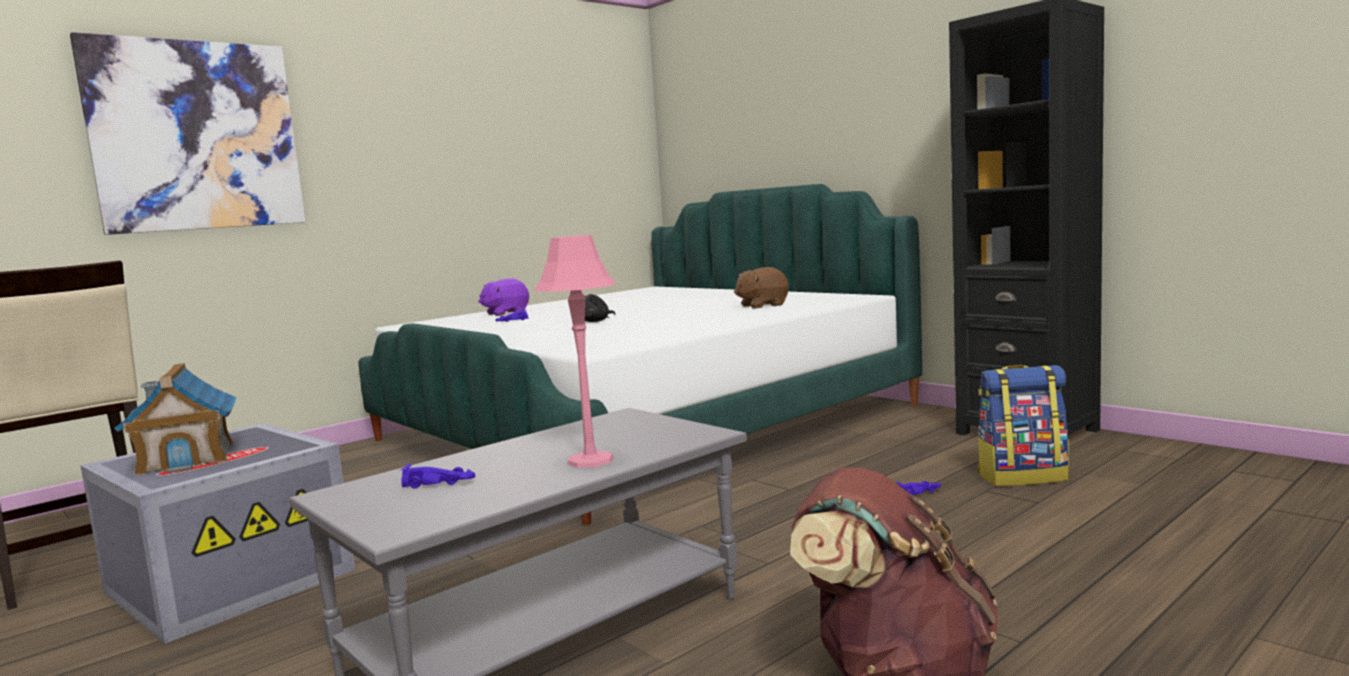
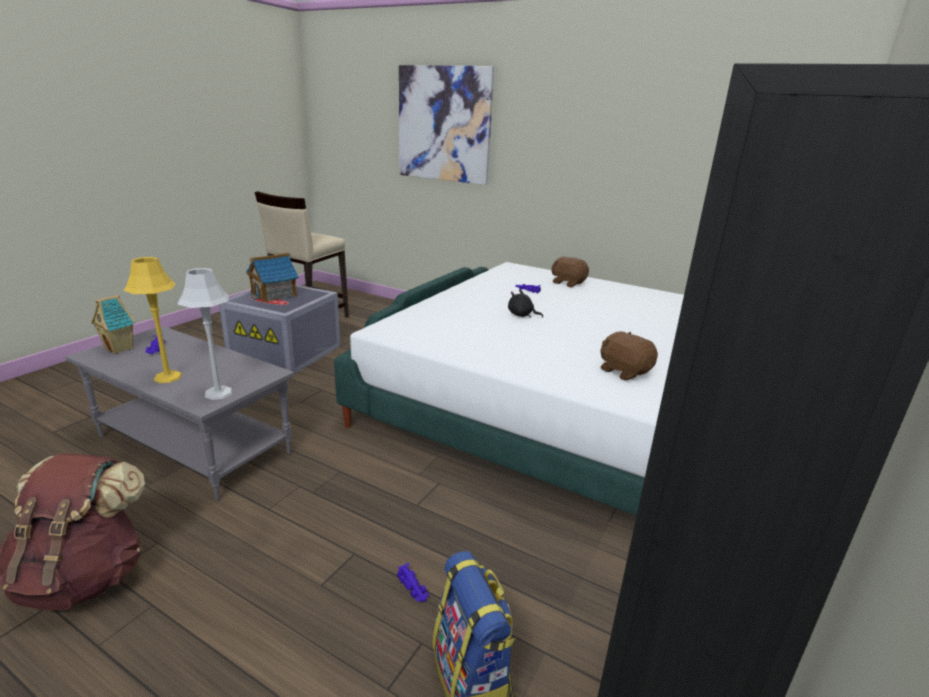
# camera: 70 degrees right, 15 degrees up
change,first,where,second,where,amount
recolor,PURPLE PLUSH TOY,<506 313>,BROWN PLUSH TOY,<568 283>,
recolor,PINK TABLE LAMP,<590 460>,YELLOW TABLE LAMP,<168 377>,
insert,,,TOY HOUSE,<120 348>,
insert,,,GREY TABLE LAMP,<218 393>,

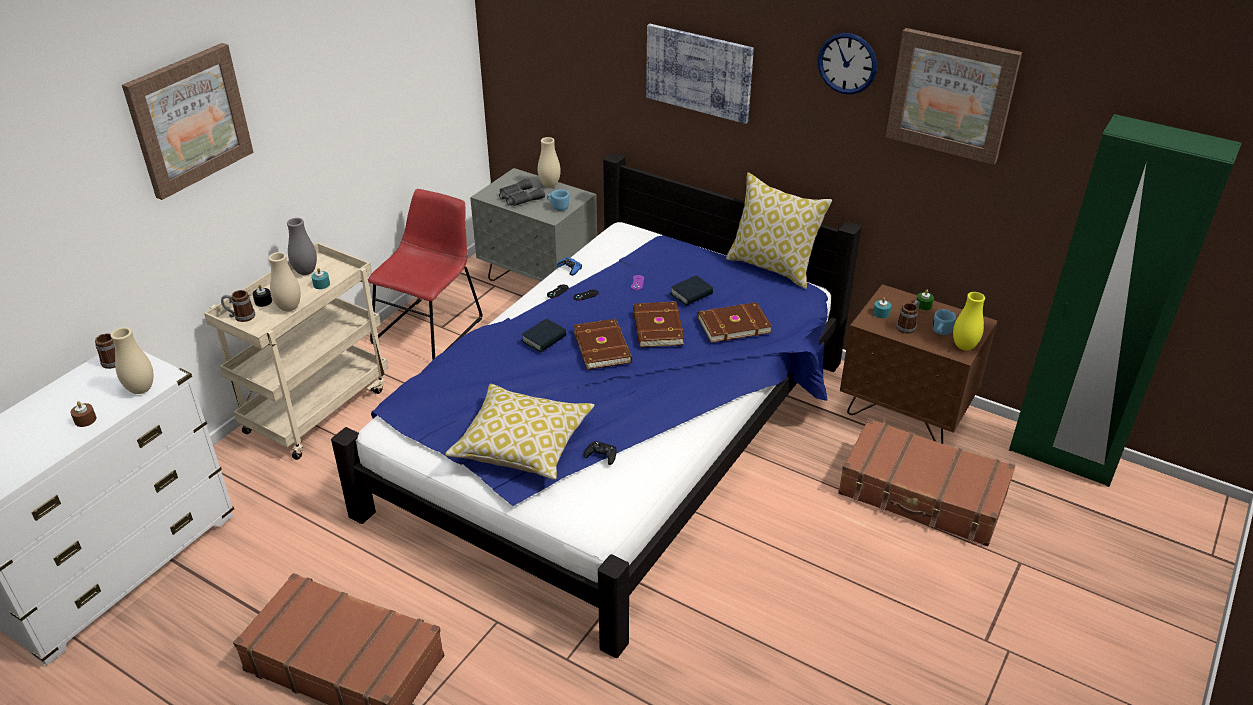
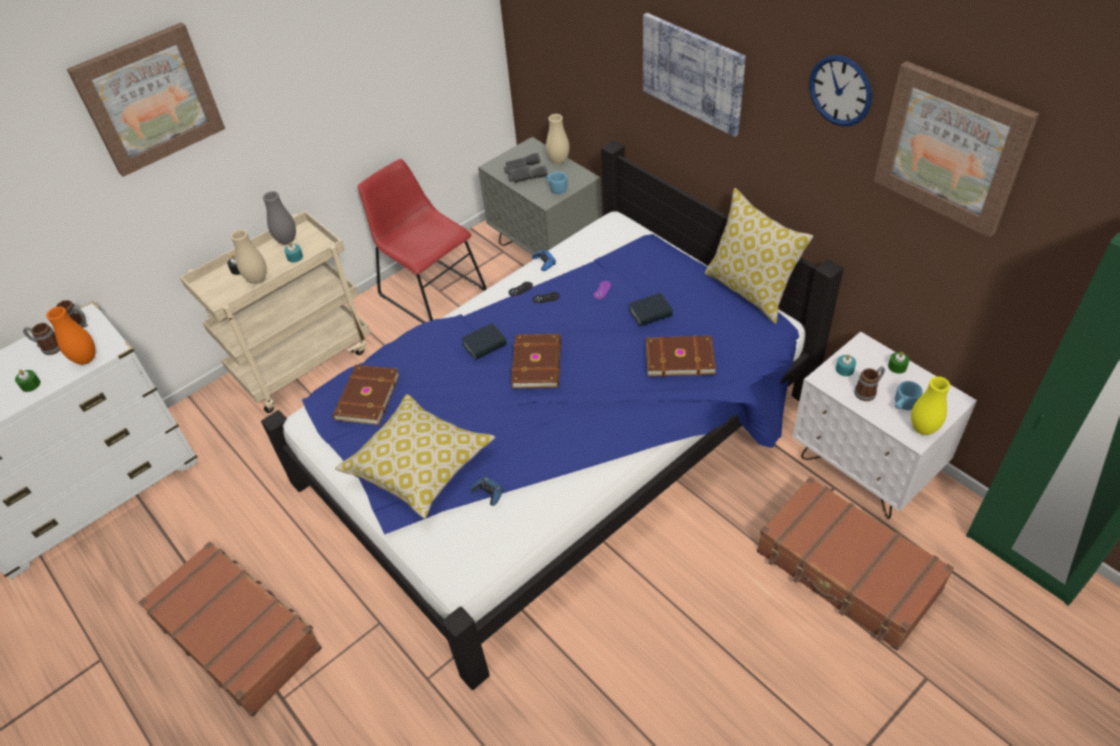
# camera: 20 degrees right, 10 degrees up
change,first,where,second,where,amount
recolor,BROWN CANDLE,<85 420>,GREEN CANDLE,<30 384>,
recolor,BEIGE VASE,<141 389>,ORANGE VASE,<86 359>,
move,MUG,<240 317>,,<49 347>,
rotate,RED CHAIR,<430 328>,,<429 290>,90 degrees counterclockwise
recolor,BLACK GAME CONTROLLER,<601 455>,BLUE GAME CONTROLLER,<488 492>,
move,BROWN BOOK,<656 327>,,<366 397>,
recolor,BROWN NIGHTSTAND,<905 413>,WHITE NIGHTSTAND,<865 468>,

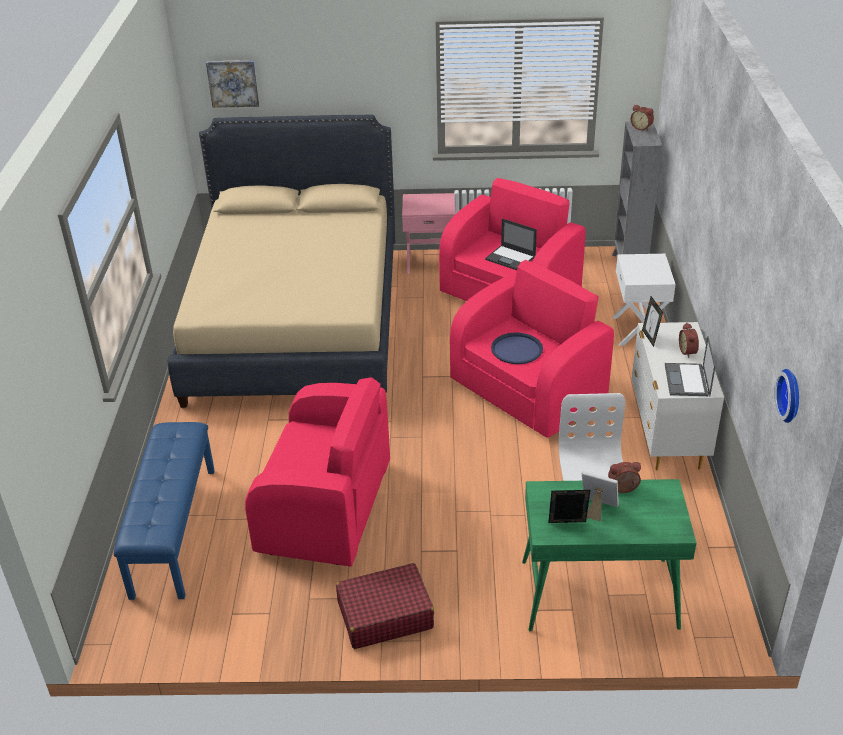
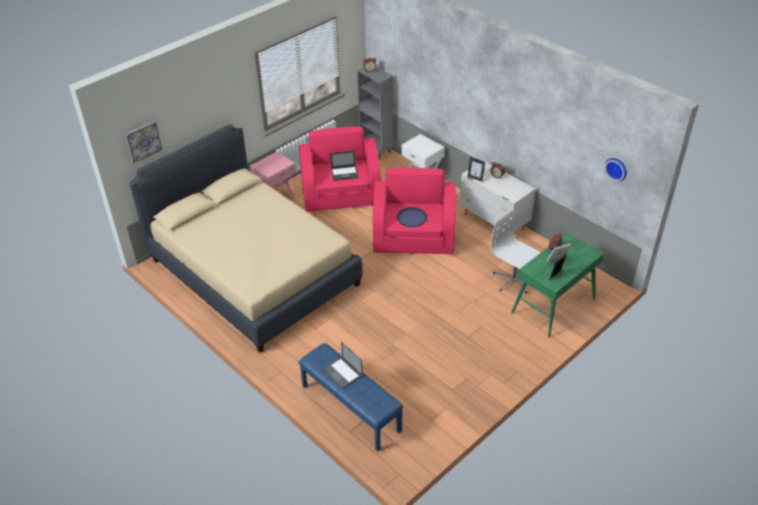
# camera: 45 degrees left, 5 degrees up
change,first,where,second,where,amount
delete,PINK ARMCHAIR,<326 509>,,,
delete,RED SUITCASE,<384 615>,,,
move,LAPTOP,<687 380>,,<343 373>,

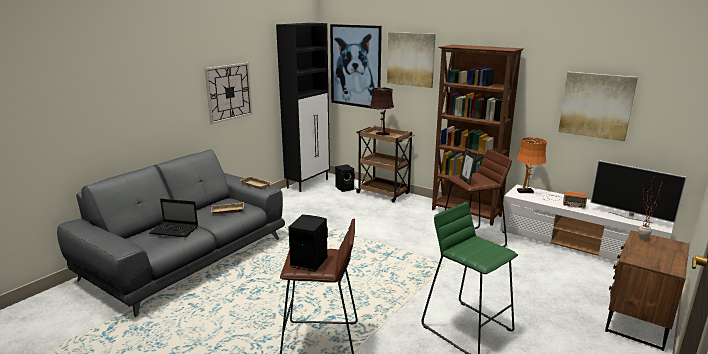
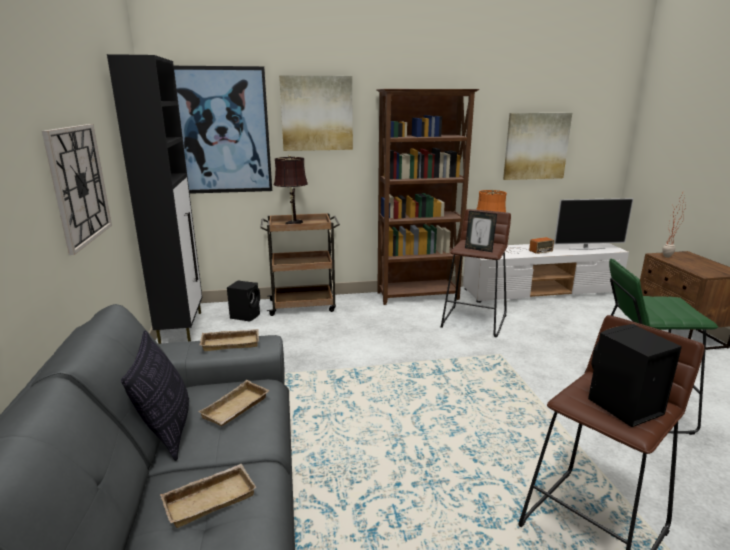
# camera: 45 degrees left, 0 degrees up
change,first,where,second,where,amount
replace,LAPTOP,<175 230>,BEIGE TRAY,<210 498>,
insert,,,PILLOW,<167 430>,

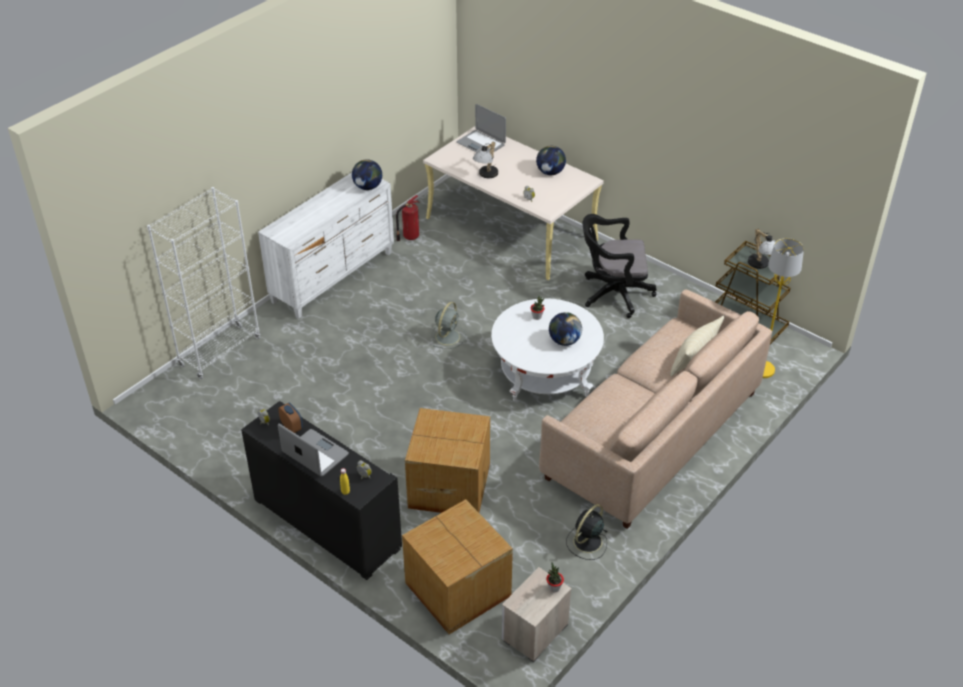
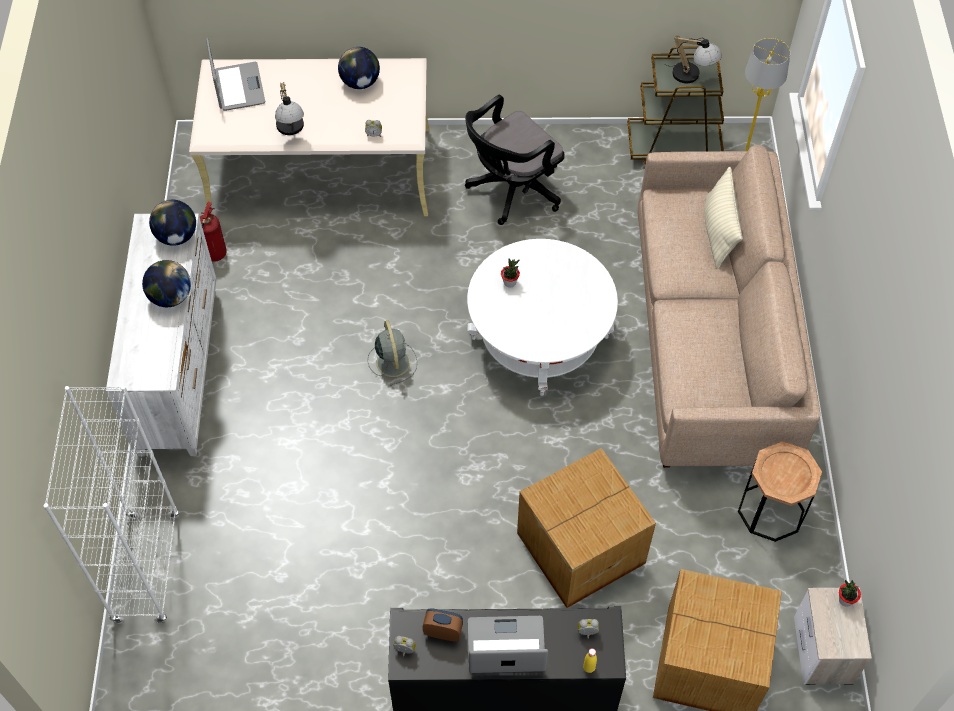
# camera: 40 degrees left, 15 degrees up
change,first,where,second,where,amount
rotate,LAPTOP,<481 143>,,<238 87>,105 degrees counterclockwise
move,GLOBE,<564 341>,,<171 297>,
replace,BLACK FAN,<586 542>,BROWN SIDE TABLE,<771 511>,

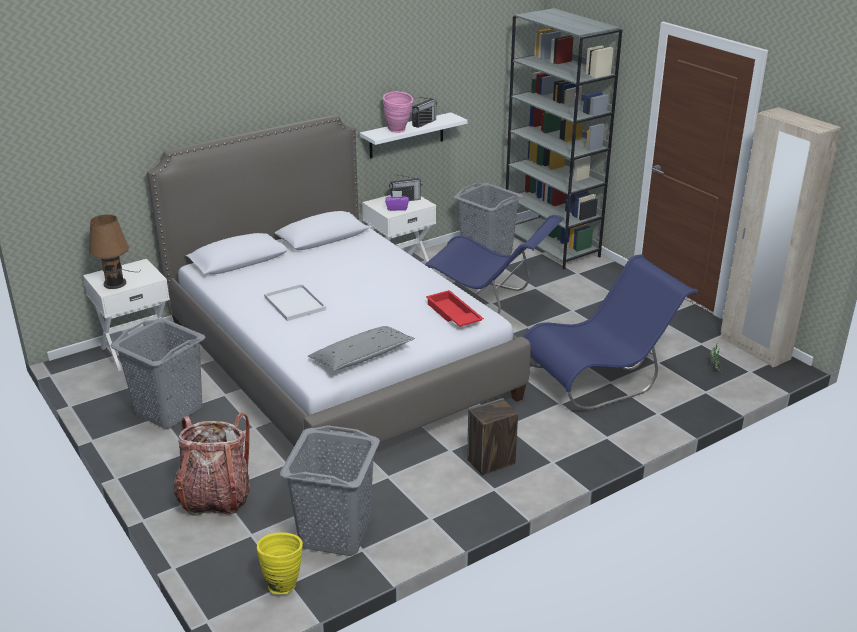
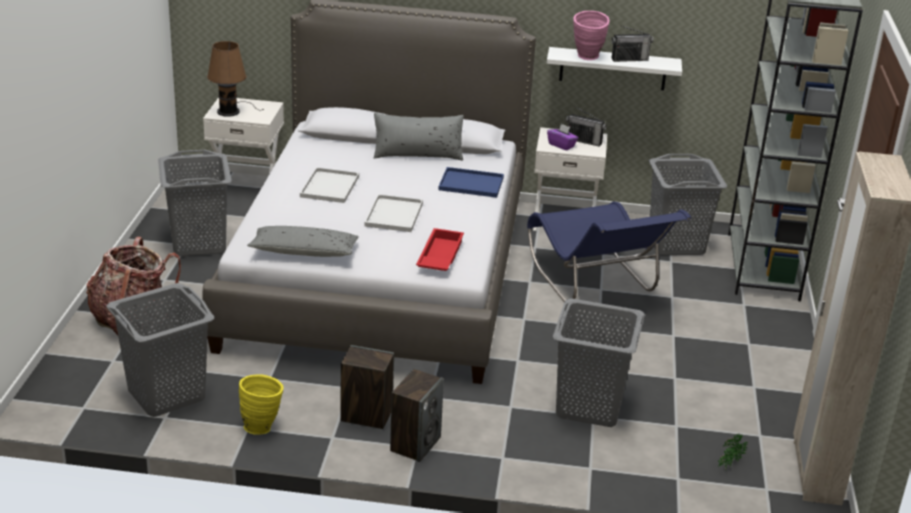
# camera: 40 degrees right, 0 degrees up
change,first,where,second,where,amount
move,YELLOW VASE,<282 582>,,<262 426>,
replace,BLUE CHAIR,<600 378>,GREY LAUNDRY BASKET,<589 407>,
insert,,,WHITE TRAY,<394 215>,
insert,,,GREY PILLOW,<418 154>,
insert,,,SPEAKER,<415 444>,
insert,,,BLUE TRAY,<469 184>,

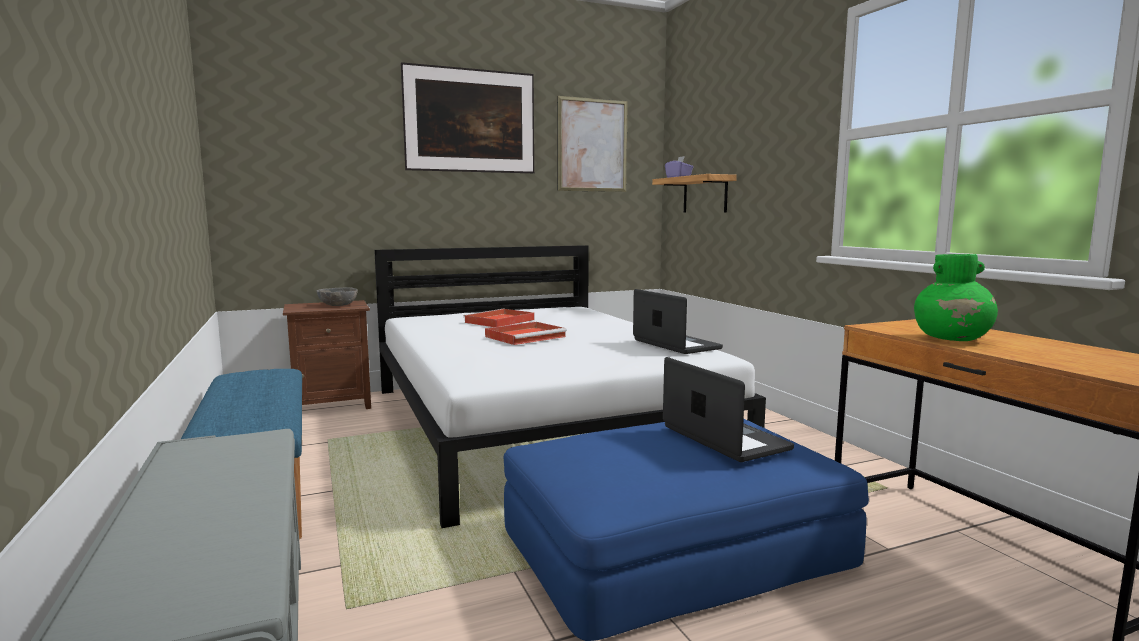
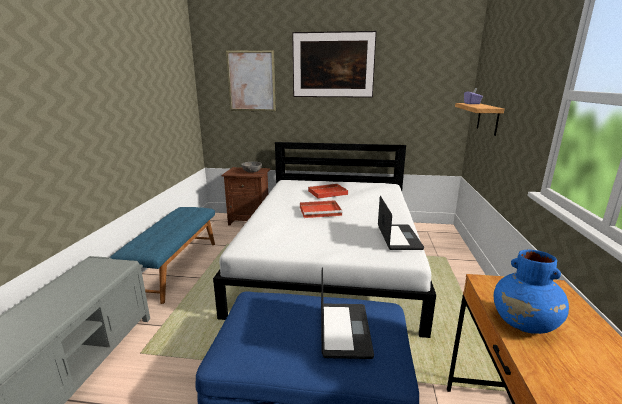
# camera: 30 degrees right, 10 degrees up
change,first,where,second,where,amount
move,PICTURE,<592 145>,,<251 81>,
recolor,GREEN VASE,<952 339>,BLUE VASE,<524 323>,

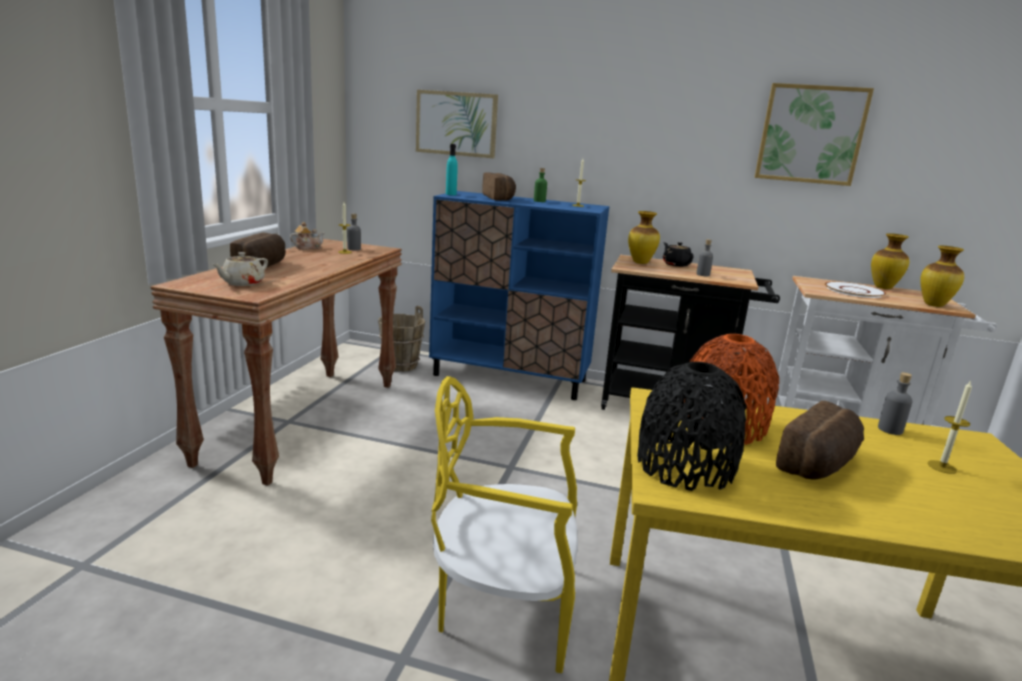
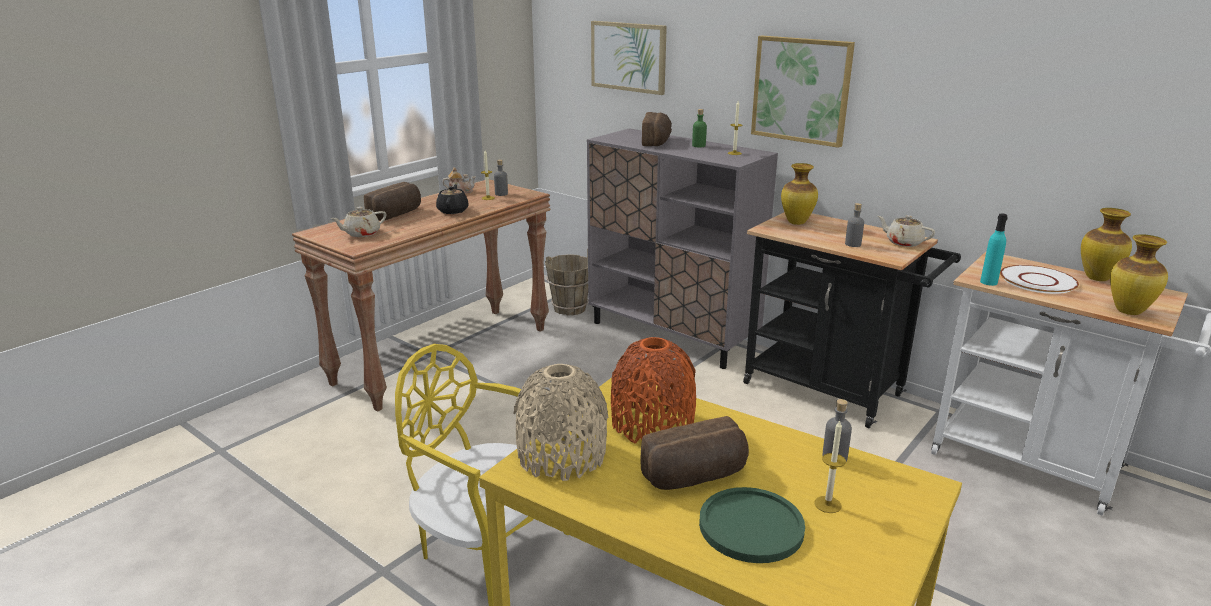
# camera: 25 degrees right, 5 degrees up
change,first,where,second,where,amount
recolor,BLUE CABINET,<510 378>,GREY CABINET,<672 335>,
move,TURQUOISE BOTTLE,<451 194>,,<988 282>,
recolor,BLACK VASE,<685 466>,BEIGE VASE,<561 456>,
move,BLACK TEAPOT,<675 264>,,<453 210>,
move,PICTURE,<810 134>,,<801 90>,
insert,,,GREEN PLATE,<751 526>,
insert,,,BEIGE TEAPOT,<903 242>,

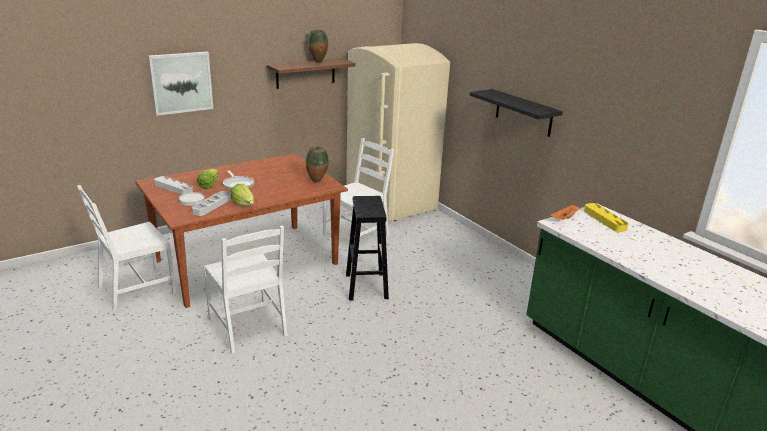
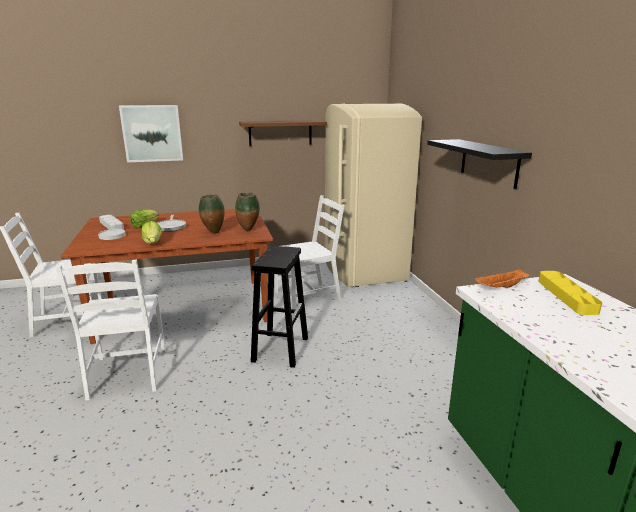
# camera: 20 degrees right, 5 degrees down
change,first,where,second,where,amount
delete,GREY TRAY,<212 205>,,,
move,VASE,<318 62>,,<213 233>,

